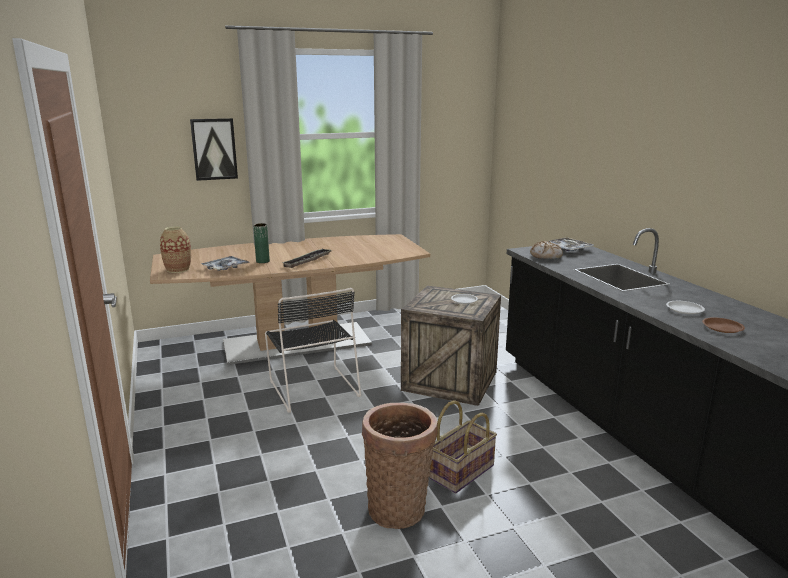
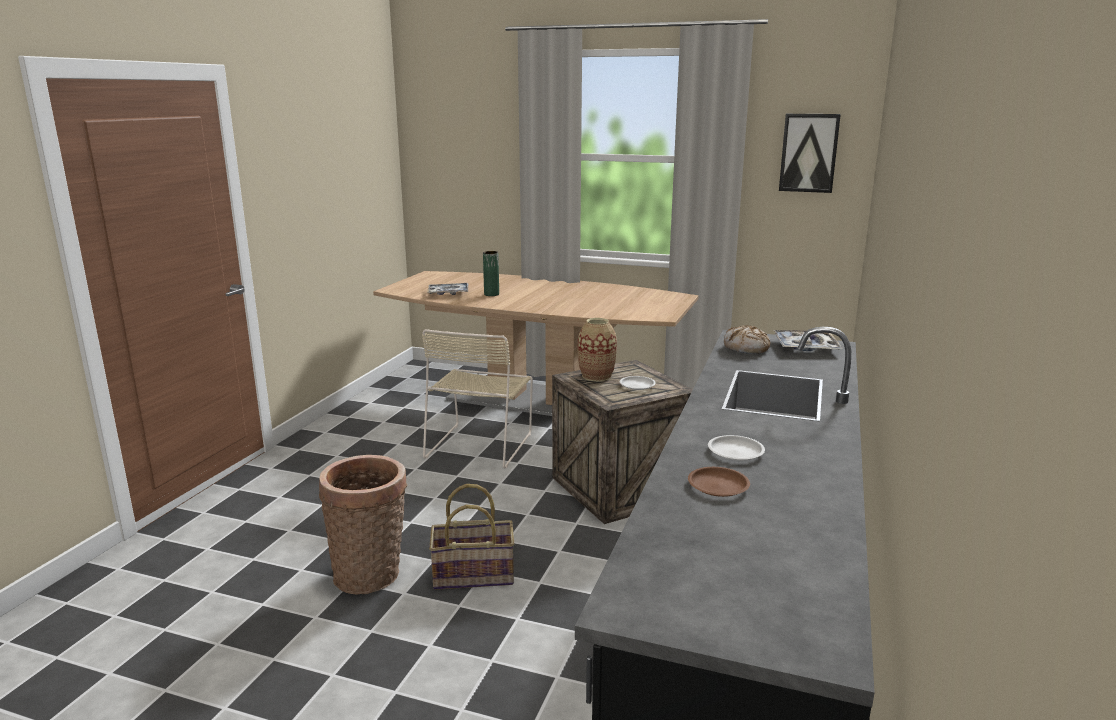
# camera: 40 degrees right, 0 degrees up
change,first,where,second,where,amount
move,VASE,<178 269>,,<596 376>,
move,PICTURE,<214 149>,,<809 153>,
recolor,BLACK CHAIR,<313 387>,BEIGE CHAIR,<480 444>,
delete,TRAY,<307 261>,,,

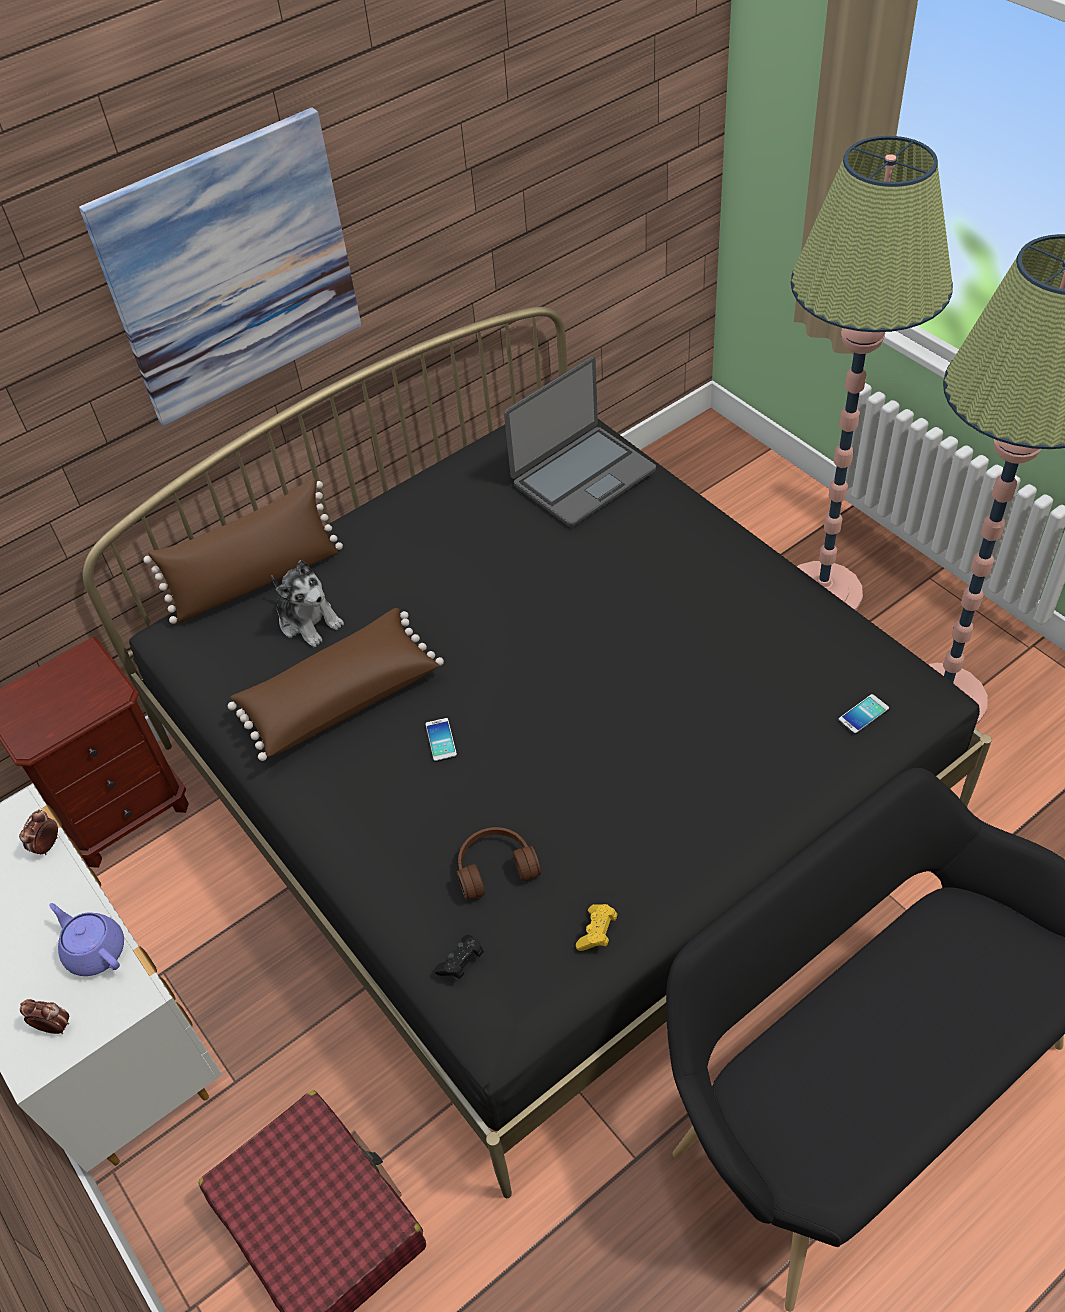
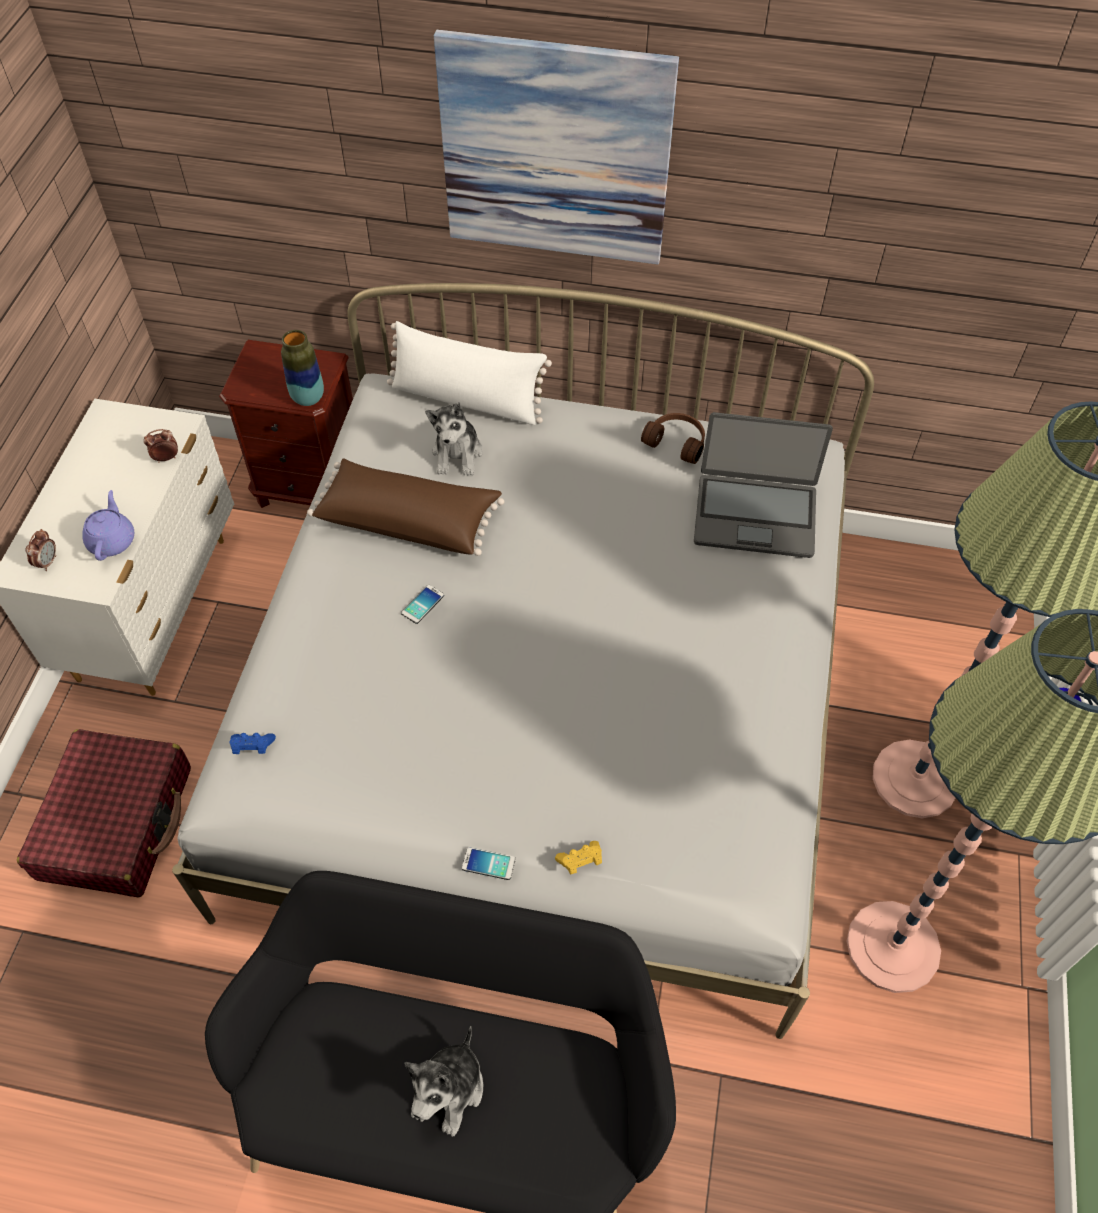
# camera: 45 degrees right, 5 degrees up
change,first,where,second,where,amount
rotate,ALARM CLOCK,<54 1027>,,<47 562>,45 degrees clockwise
recolor,BLACK BED,<545 779>,WHITE BED,<549 709>,
recolor,BROWN PILLOW,<257 581>,WHITE PILLOW,<467 400>,
recolor,BLACK GAME CONTROLLER,<461 963>,BLUE GAME CONTROLLER,<252 747>,
move,BROWN HEADPHONES,<495 866>,,<677 442>,
move,YELLOW GAME CONTROLLER,<597 932>,,<580 861>,
move,PHONE,<863 714>,,<488 864>,
insert,,,VASE,<308 398>,
insert,,,PLUSH TOY,<449 1090>,

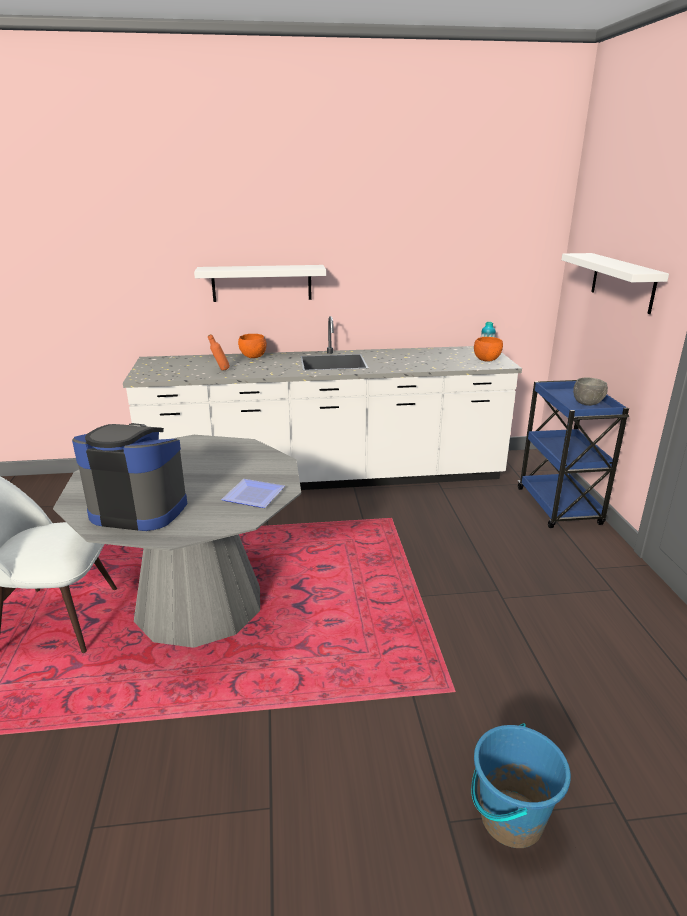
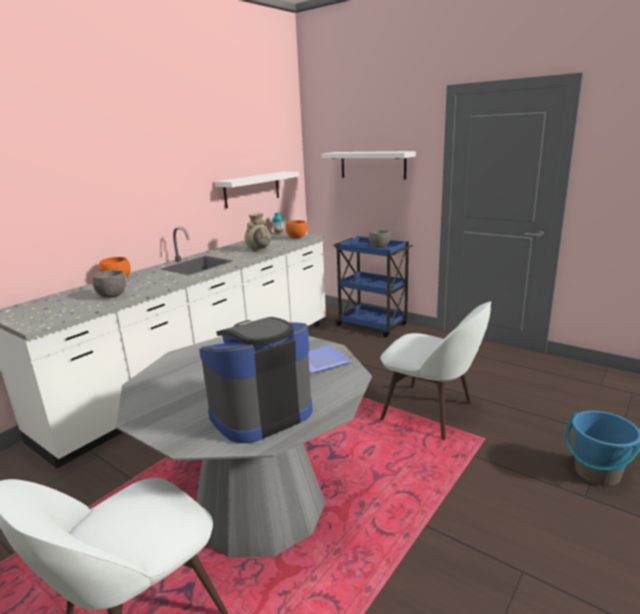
# camera: 45 degrees left, 5 degrees down
change,first,where,second,where,amount
move,WHITE SHELF,<261 283>,,<252 189>,
replace,ORANGE BOTTLE,<220 370>,GREY BOWL,<112 296>,
insert,,,BEIGE VASE,<259 250>,
insert,,,WHITE CHAIR,<431 412>,

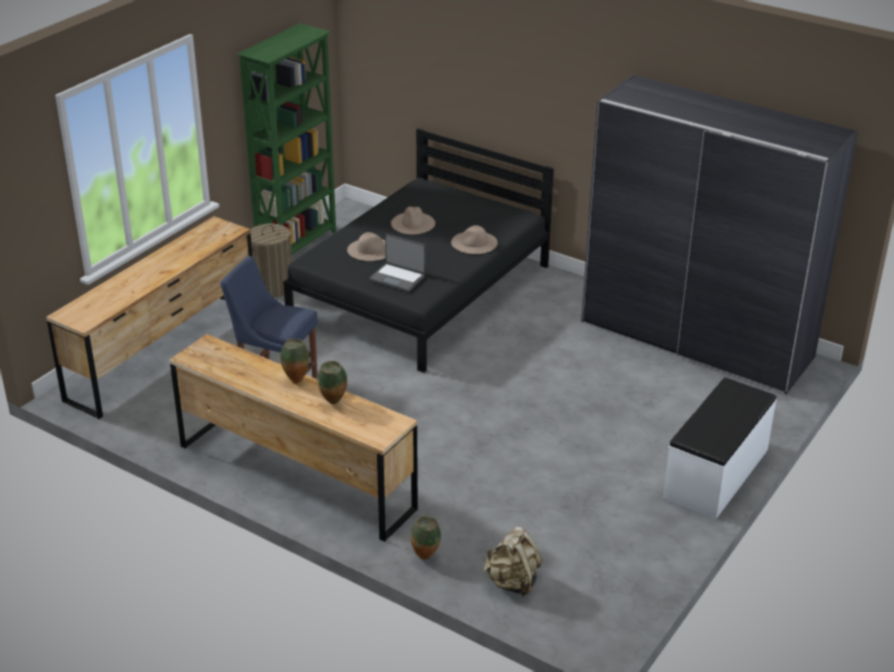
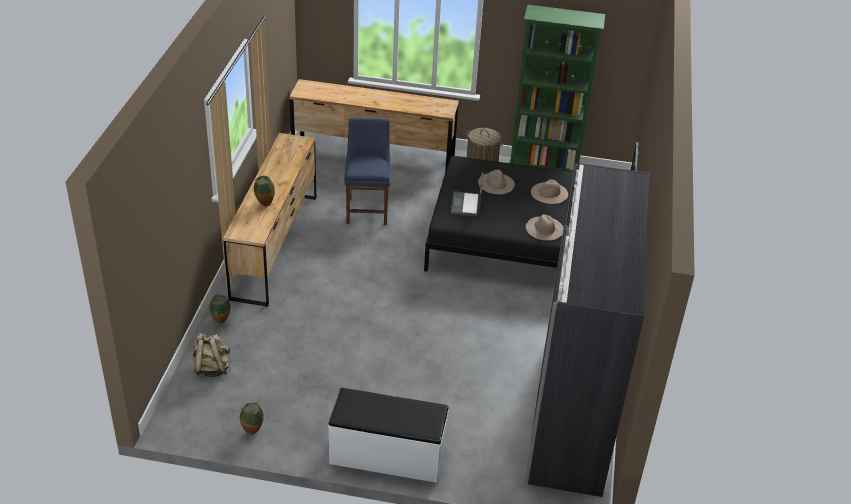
# camera: 65 degrees right, 5 degrees up
change,first,where,second,where,amount
move,VASE,<295 380>,,<252 431>,

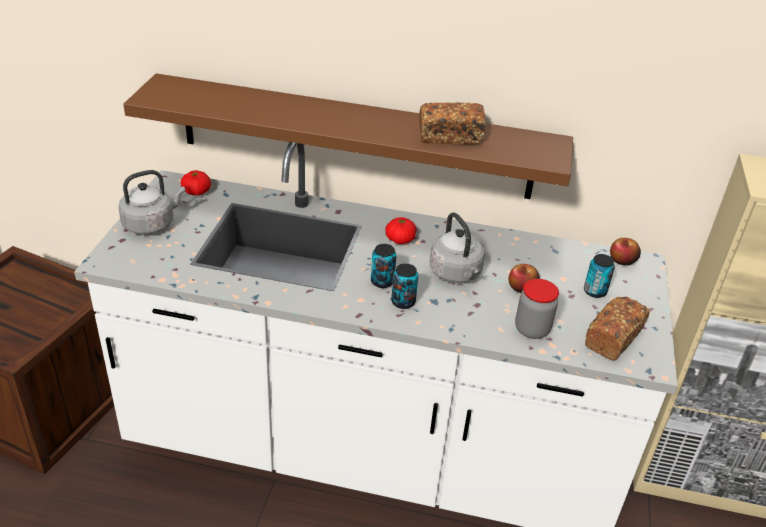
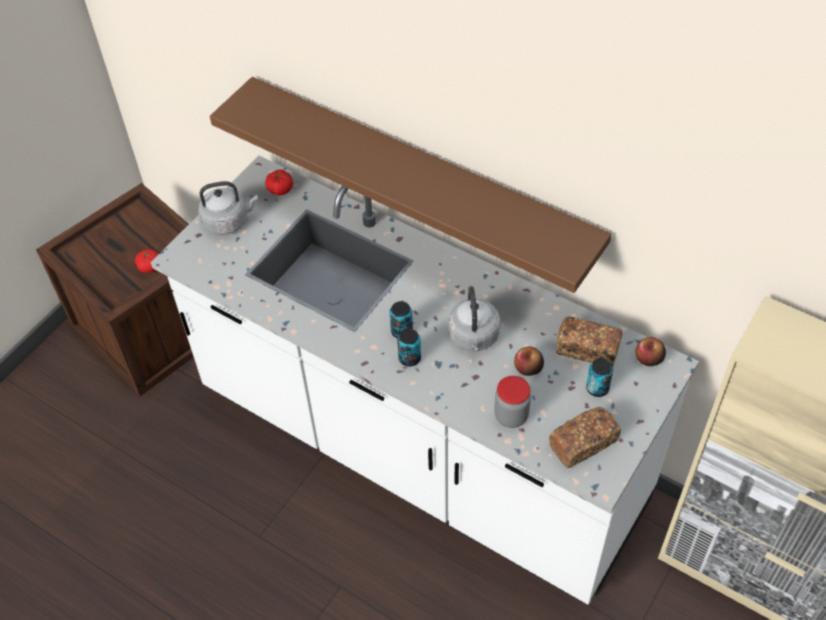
# camera: 25 degrees right, 15 degrees up
change,first,where,second,where,amount
move,TOMATO,<400 240>,,<150 266>,
move,BREAD,<449 136>,,<587 350>,

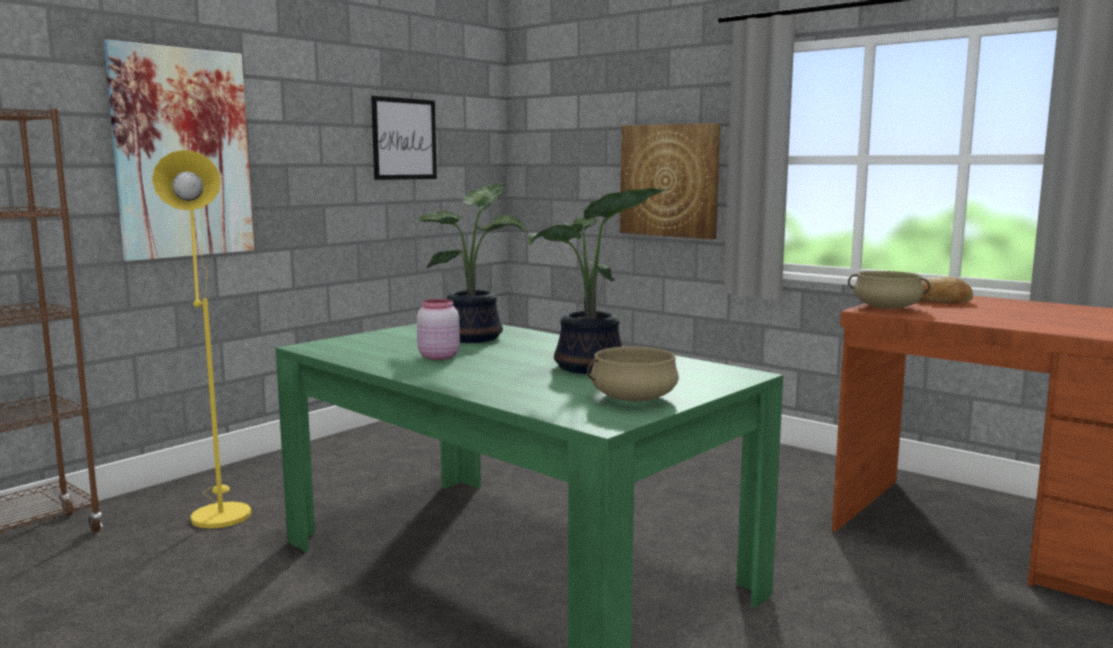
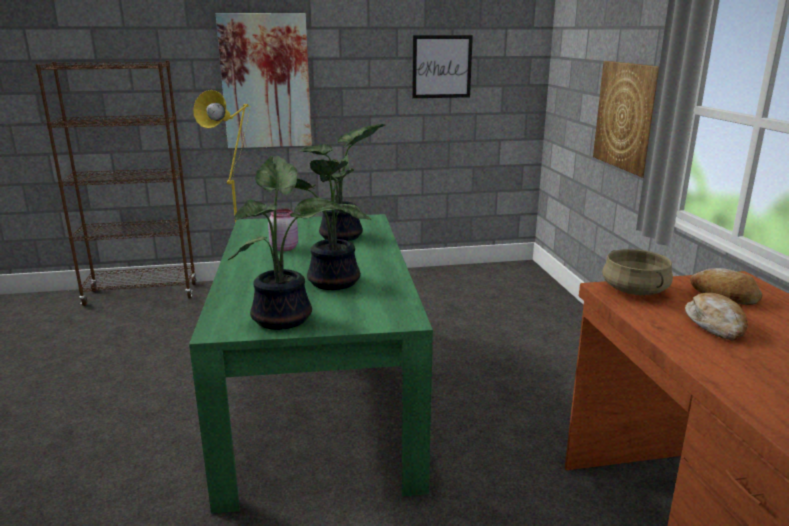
# camera: 40 degrees right, 10 degrees up
change,first,where,second,where,amount
replace,BEIGE COOKING POT,<633 398>,POTTED PLANT,<285 317>,
insert,,,BREAD,<715 325>,

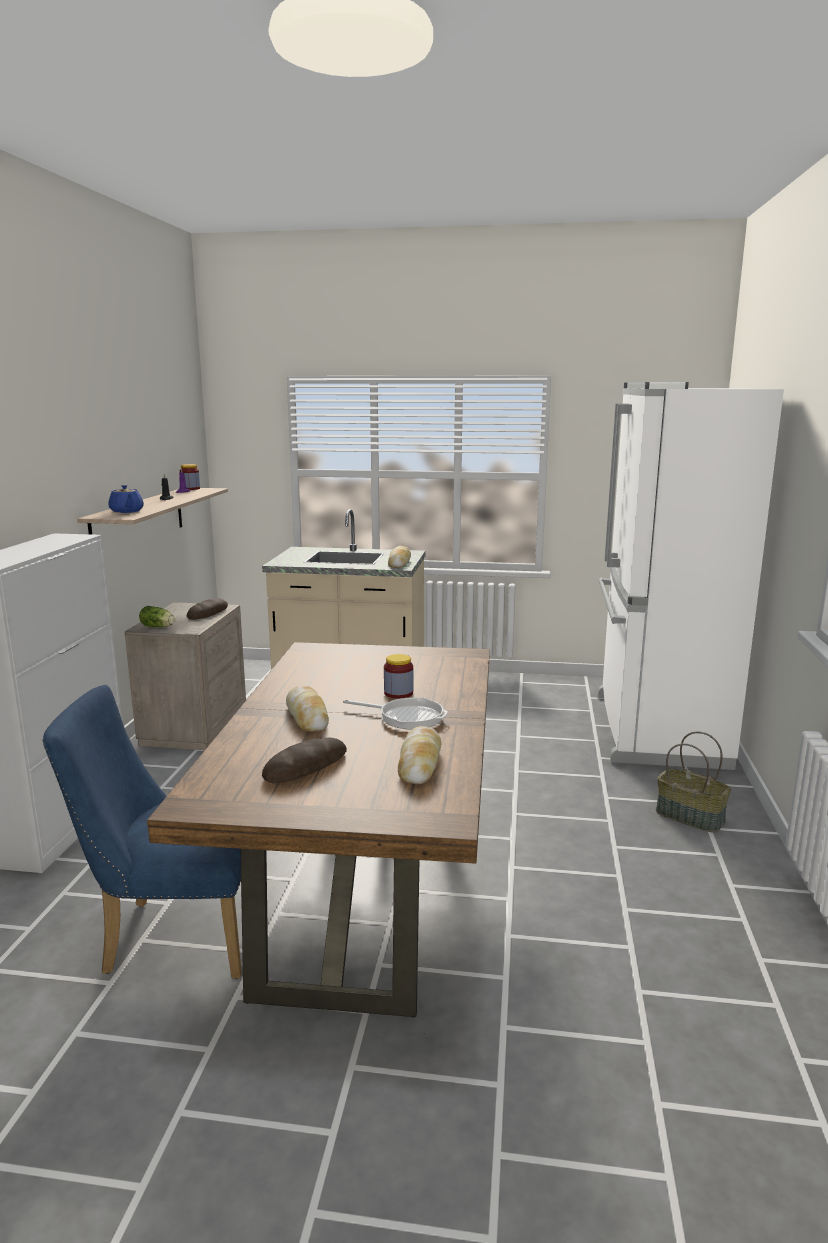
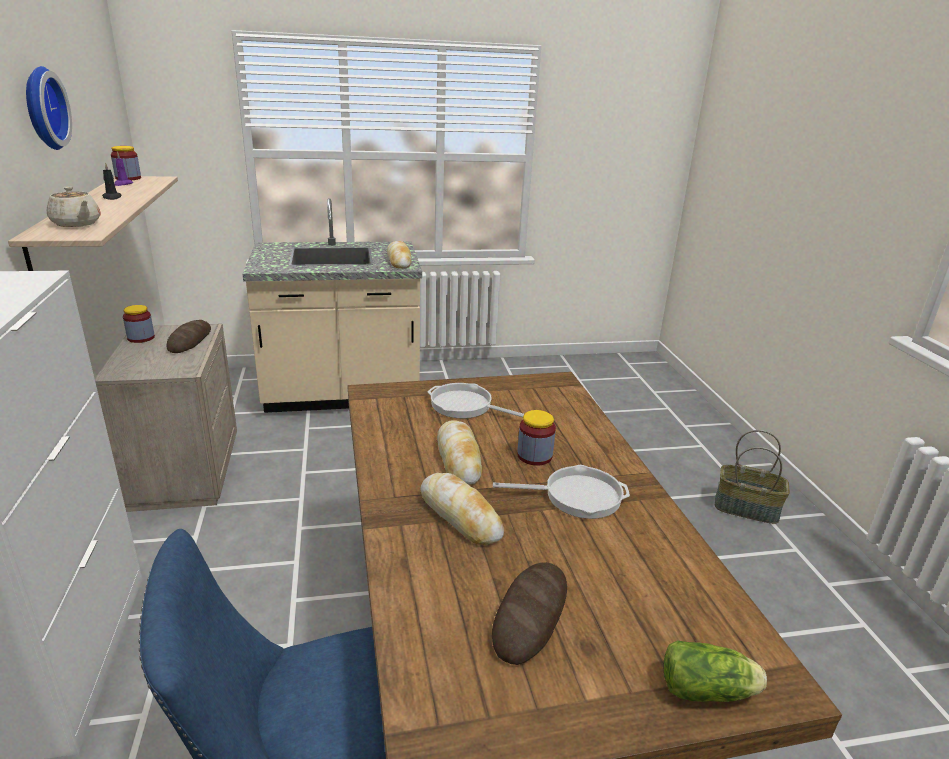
# camera: 20 degrees left, 10 degrees up
change,first,where,second,where,amount
recolor,BLUE TEAPOT,<127 511>,BEIGE TEAPOT,<76 224>,
move,LETTUCE,<159 627>,,<709 691>,
move,BREAD,<419 763>,,<458 459>,
delete,WHITE FRIDGE,<655 729>,,,
insert,,,WALL CLOCK,<41 108>,
insert,,,JAR,<141 338>,
insert,,,FRYING PAN,<465 406>,

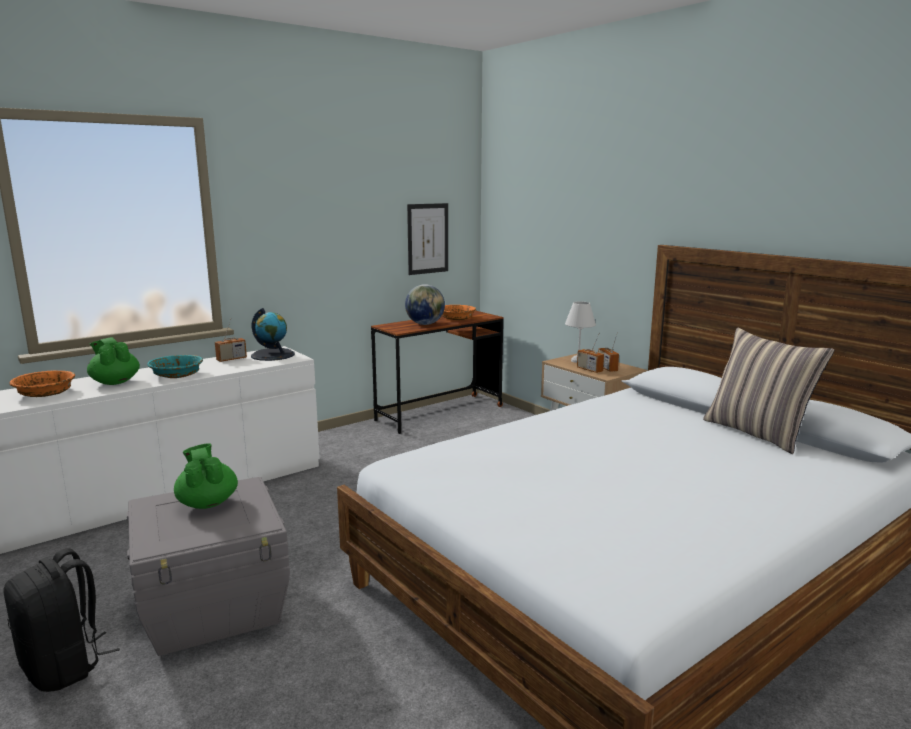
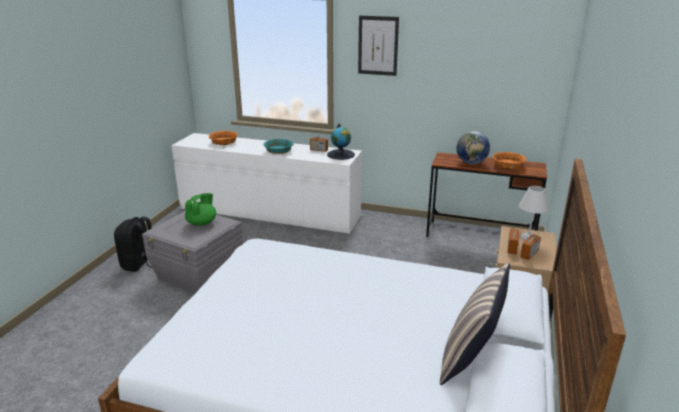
# camera: 55 degrees right, 10 degrees up
change,first,where,second,where,amount
delete,GREEN TEAPOT,<115 382>,,,
move,PICTURE,<428 238>,,<378 46>,

